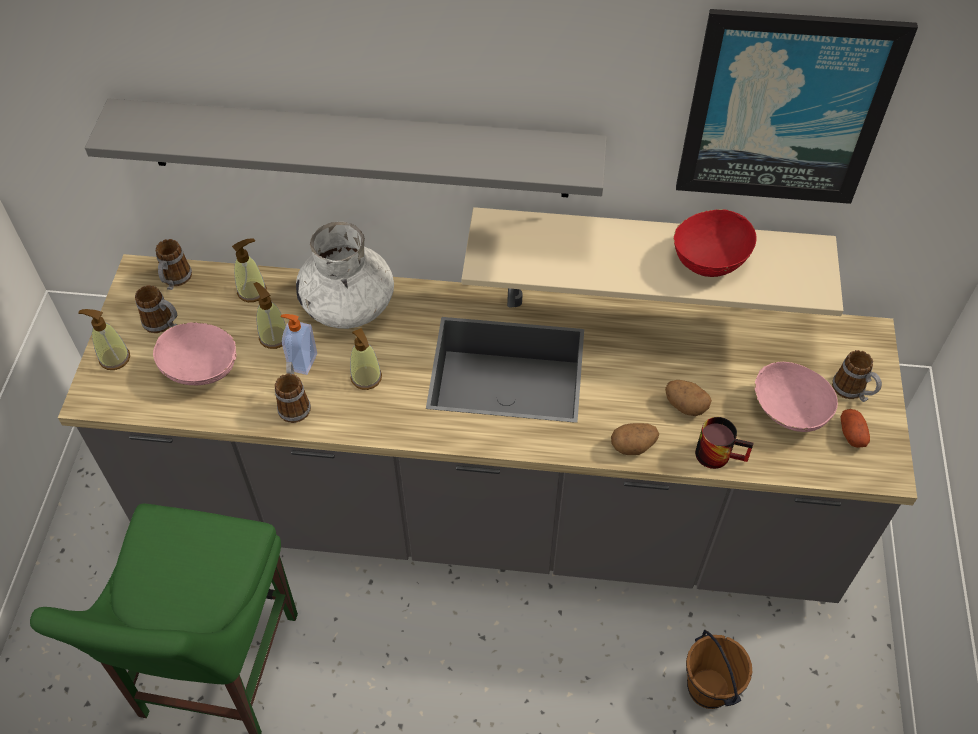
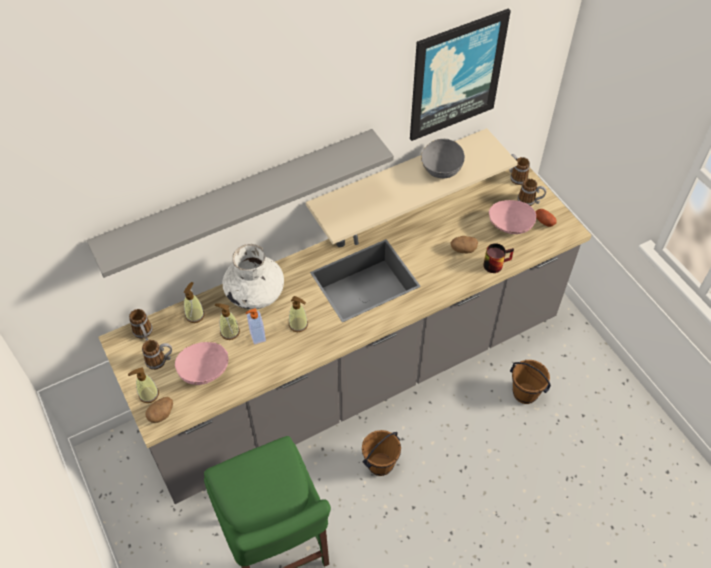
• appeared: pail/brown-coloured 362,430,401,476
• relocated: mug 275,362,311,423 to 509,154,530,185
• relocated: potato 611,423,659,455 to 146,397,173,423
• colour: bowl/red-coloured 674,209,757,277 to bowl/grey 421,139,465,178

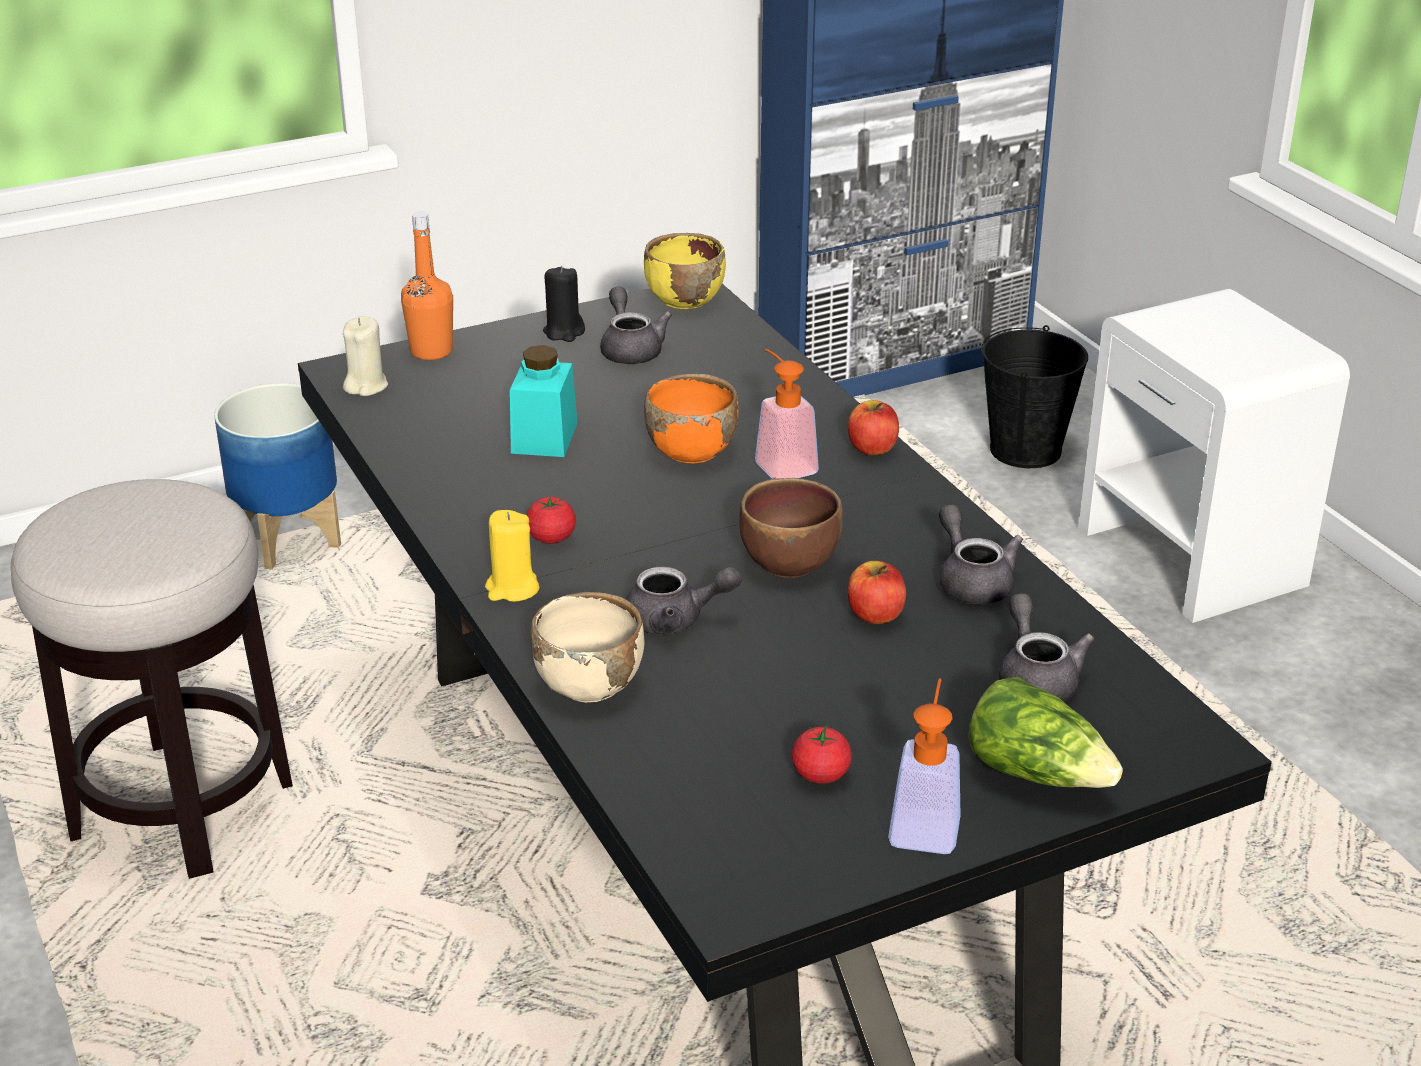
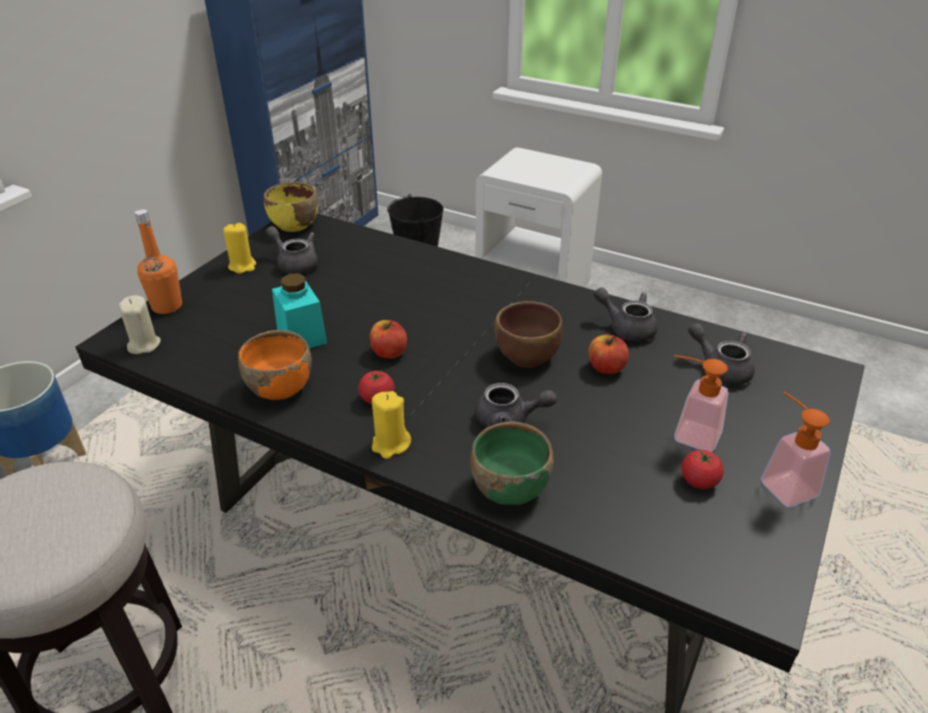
• missing: lettuce 968,677,1123,788
• relocated: bowl/orange 644,374,738,463 to 238,330,312,400
• relocated: liquid soap bottle 755,349,819,479 to 674,355,728,452
• relocated: whole apple 848,400,899,455 to 370,320,407,359
• colour: bowl/beige-coloured 530,592,644,703 to bowl/green 470,421,554,505
• colour: wax light/black-coloured 543,266,585,342 to wax light/yellowish 223,223,256,274
• spun: teapot/grey 626,566,741,635 = 475,383,557,428 45 degrees clockwise

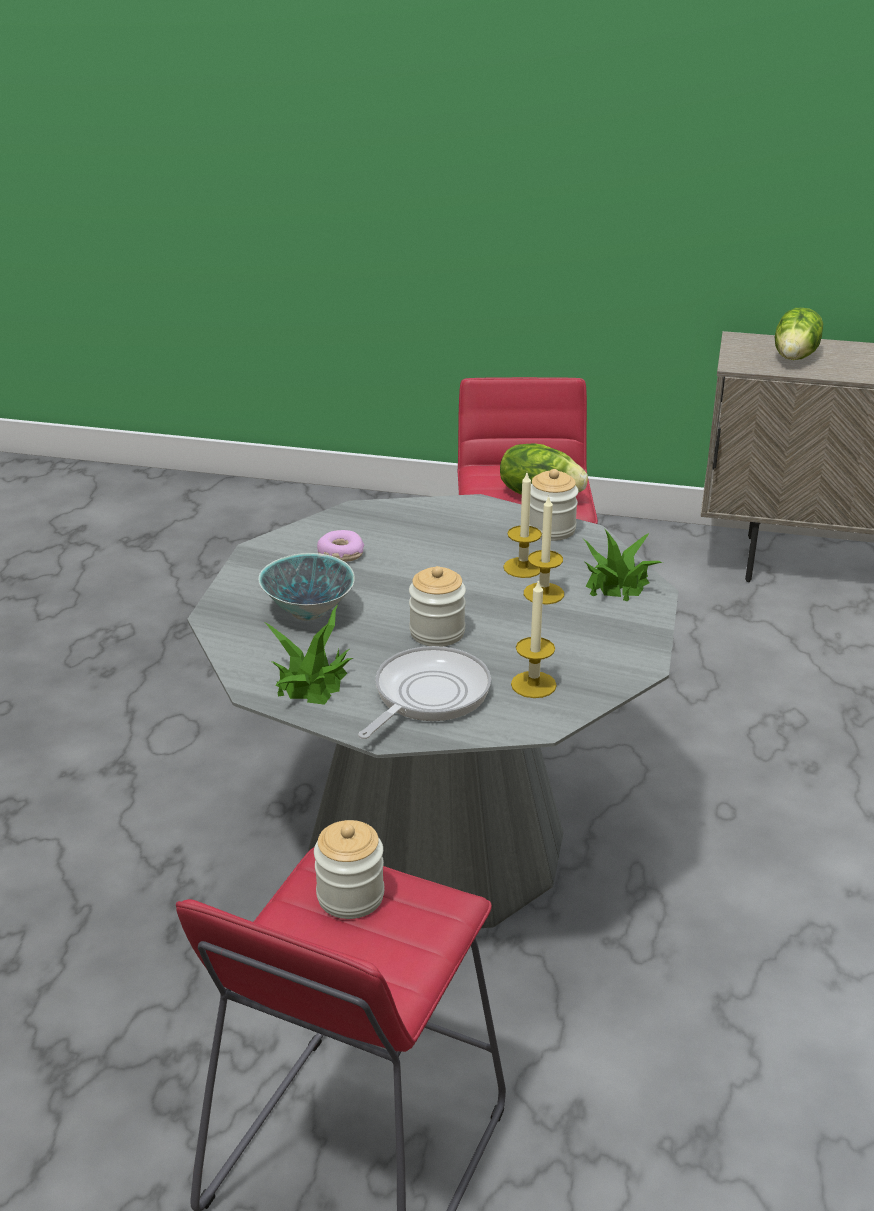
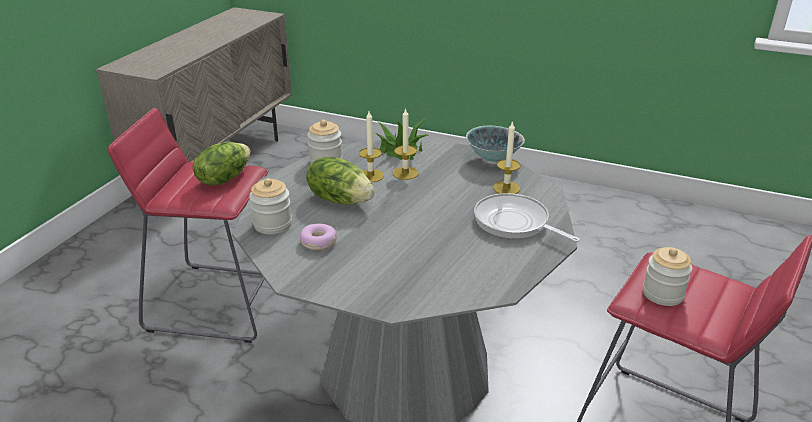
• missing: houseplant 266,605,353,705
• relocated: bowl 258,553,354,621 to 466,126,525,164
• relocated: preserve jar 409,566,466,647 to 249,178,292,234
• relocated: lettuce 775,308,823,360 to 306,157,375,204

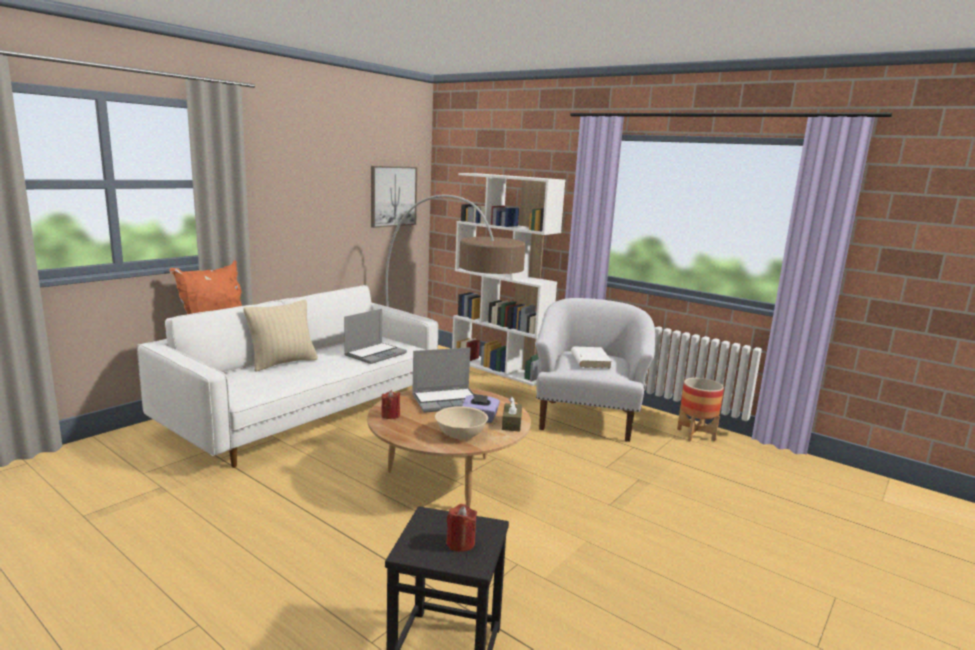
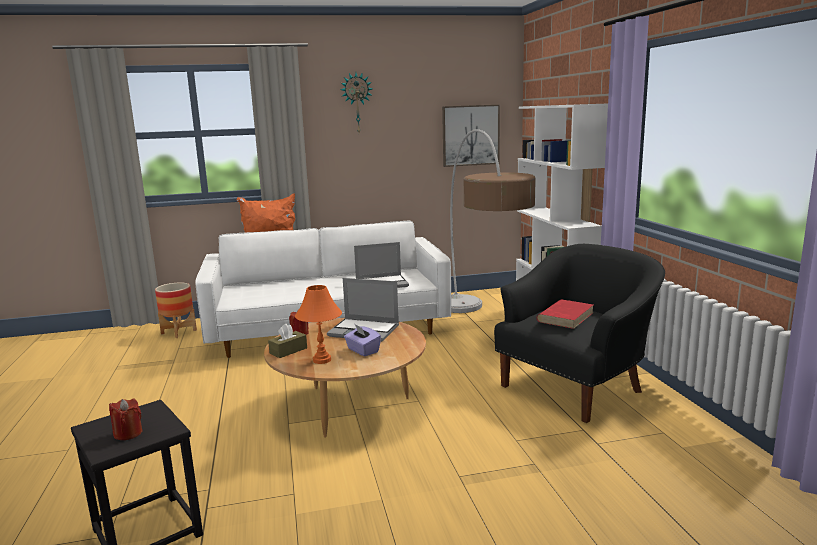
• missing: cushion/beige-coloured 243,300,318,372
• appeared: hanging clock 340,73,372,132
• relocated: tissue box/brown-coloured 502,397,522,432 to 268,323,307,358
• relocated: flower pot 677,378,724,441 to 155,283,197,338
• exchanged: bowl/beige-coloured 435,406,488,439 to tabletop lamp/orange 295,285,342,364
• colour: armchair/white 535,298,655,442 to armchair/black-coloured 494,244,665,423
• colour: book/white 571,347,612,368 to book/red-coloured 537,300,594,329

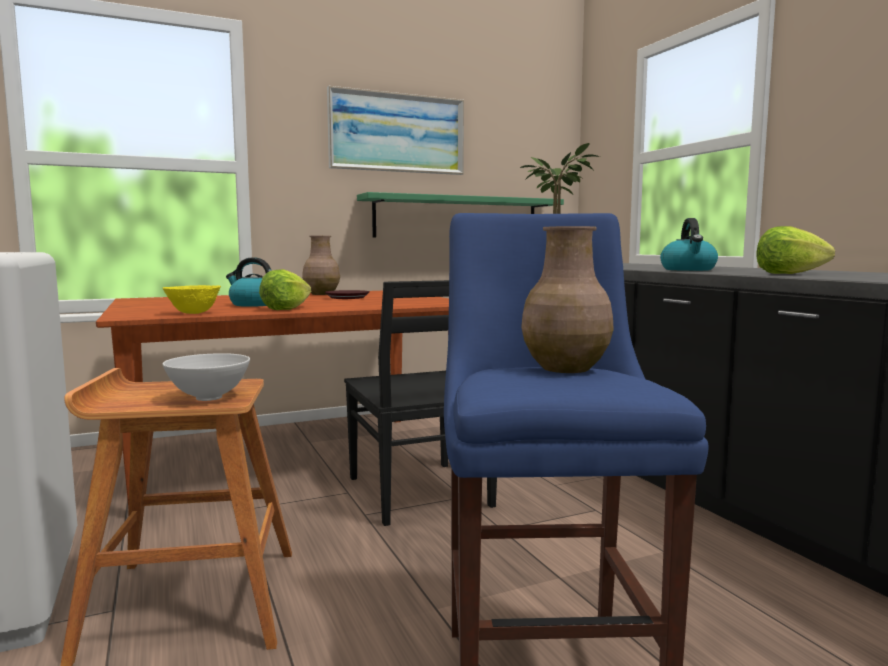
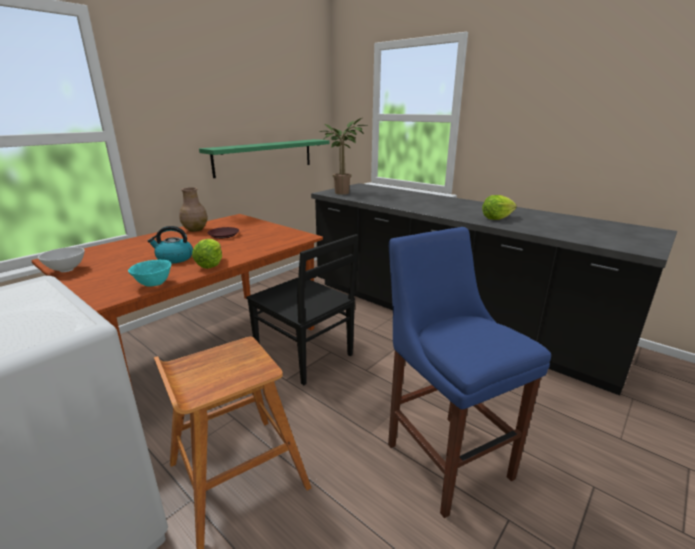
• missing: wall art 327,86,464,175
• missing: decorative vase/brown-coloured 521,226,614,373
• missing: tea kettle 660,218,718,271
• relocated: bowl/white 162,353,250,401 to 38,247,85,272
• colour: bowl/yellowish 163,285,221,314 to bowl/turquoise 128,260,171,287

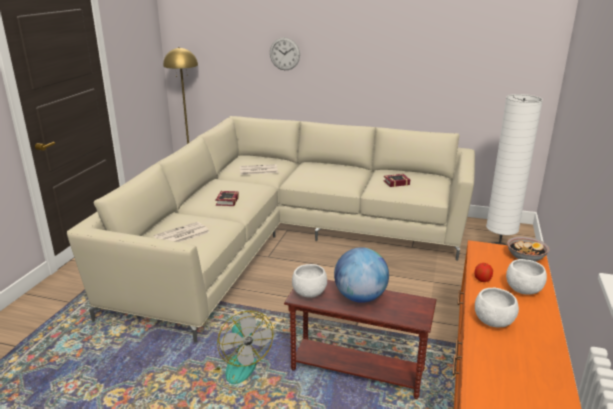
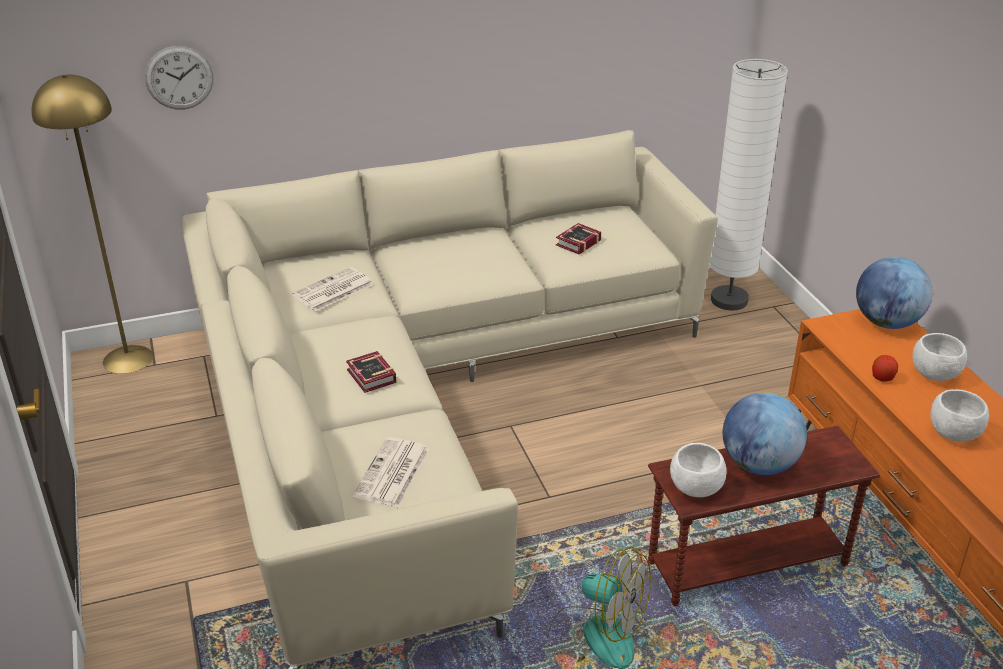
• relocated: hanging clock 270,37,300,70 to 145,46,213,110
• exchanged: bowl 507,237,549,261 to desk globe 856,257,932,329

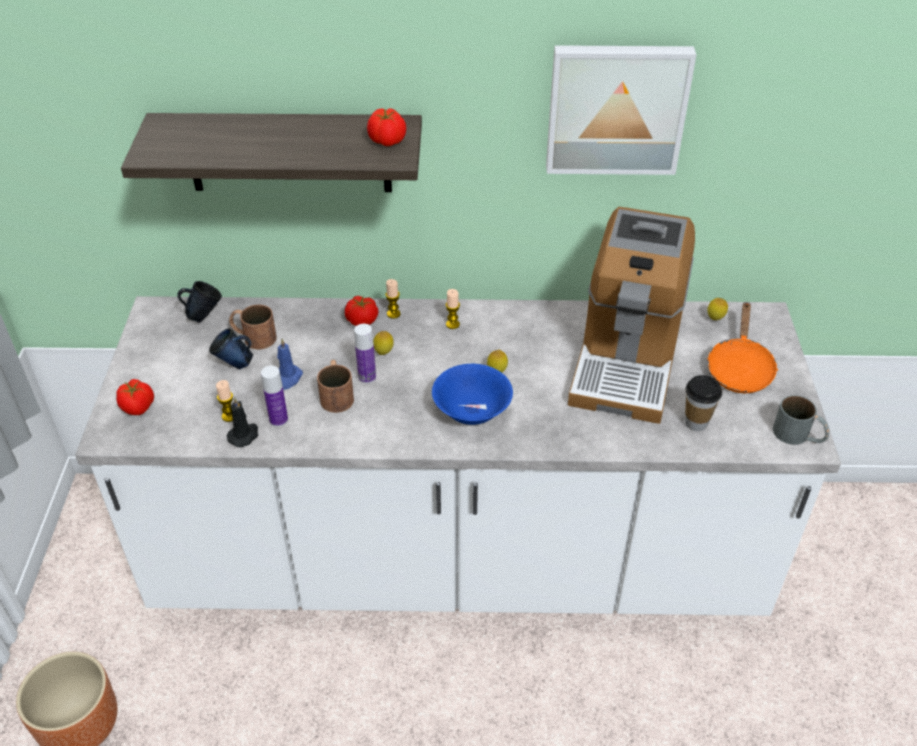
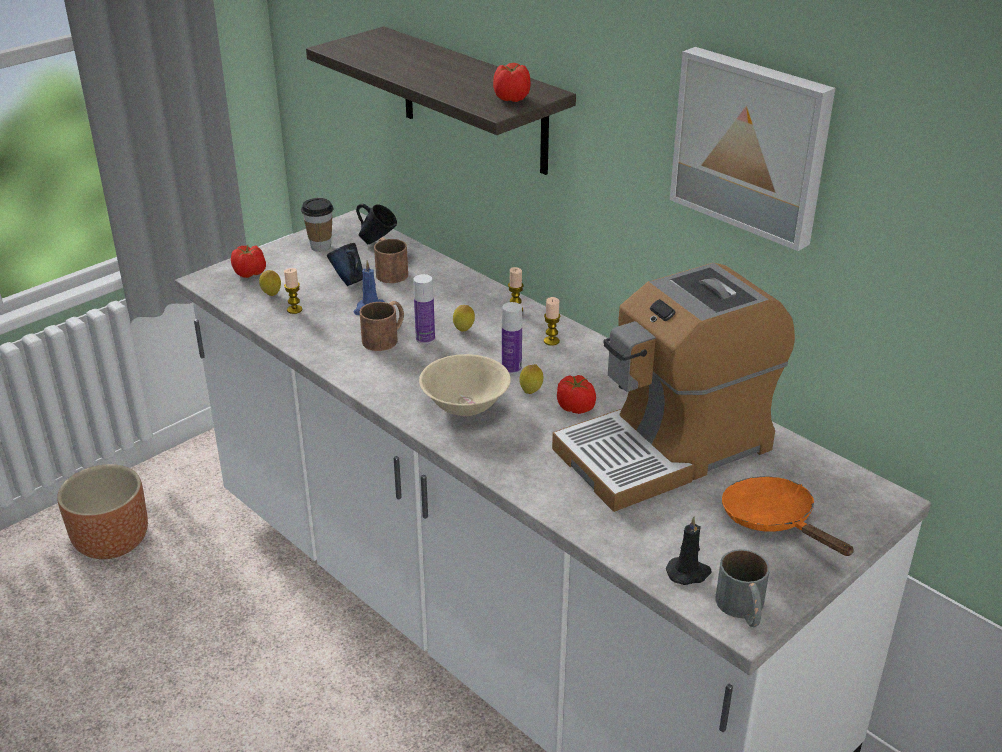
• relocated: wax light/black-coloured 227,397,258,447 to 666,516,711,585
• relocated: bottle 261,366,288,427 to 502,302,522,374
• relocated: tomato 345,296,379,326 to 557,375,596,414
• relocated: drinking cup 685,375,722,431 to 301,198,333,252
• relocated: whole lemon 707,298,728,320 to 259,270,281,296
• colour: bowl/bluish 432,364,513,425 to bowl/beige-coloured 419,354,511,416
• spun: pan/orange 707,302,778,393 = 722,477,854,556 90 degrees clockwise

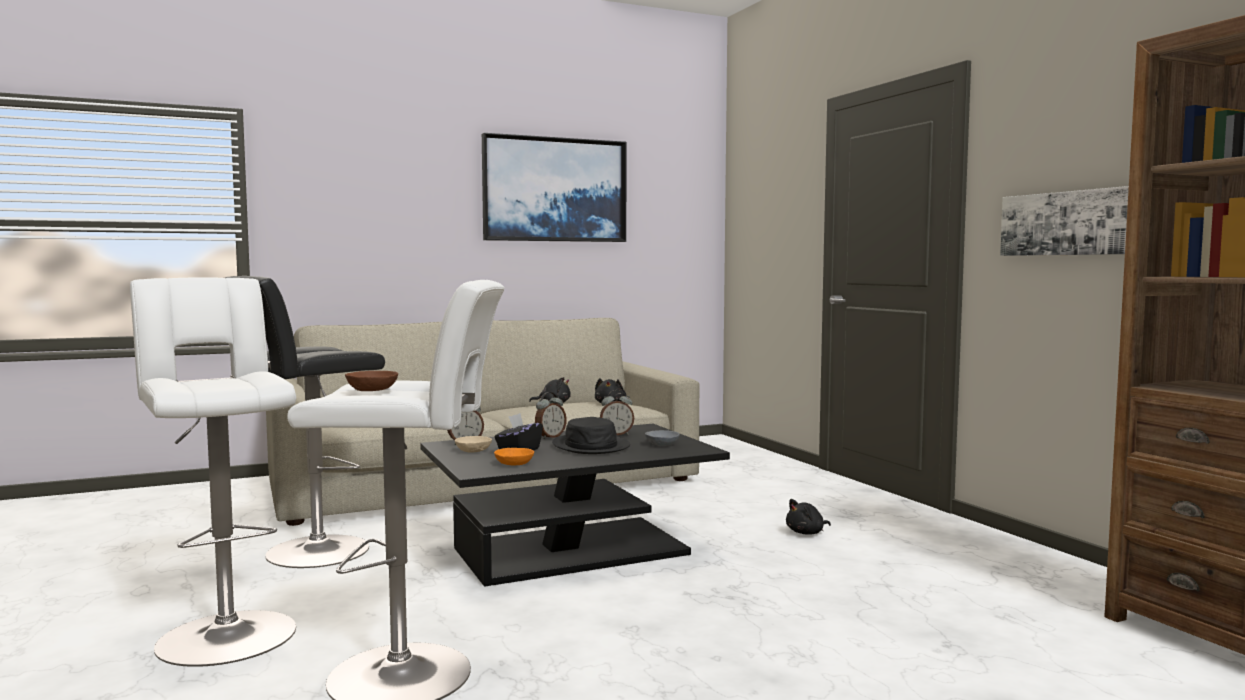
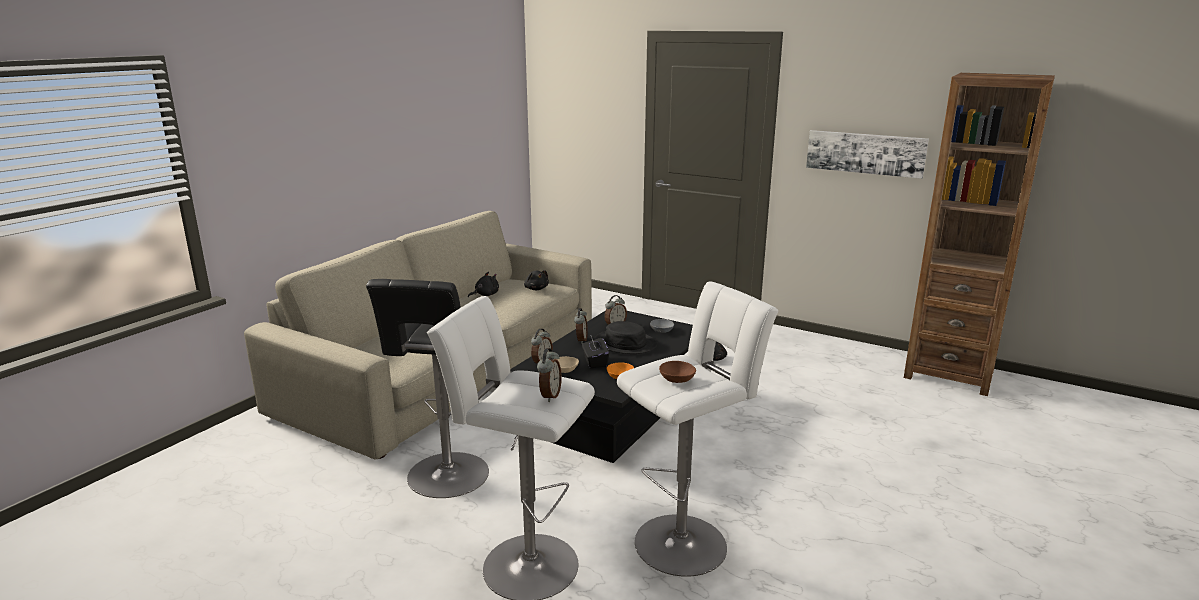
• missing: wall art 482,133,626,242
• appeared: bedside clock 537,348,562,402

